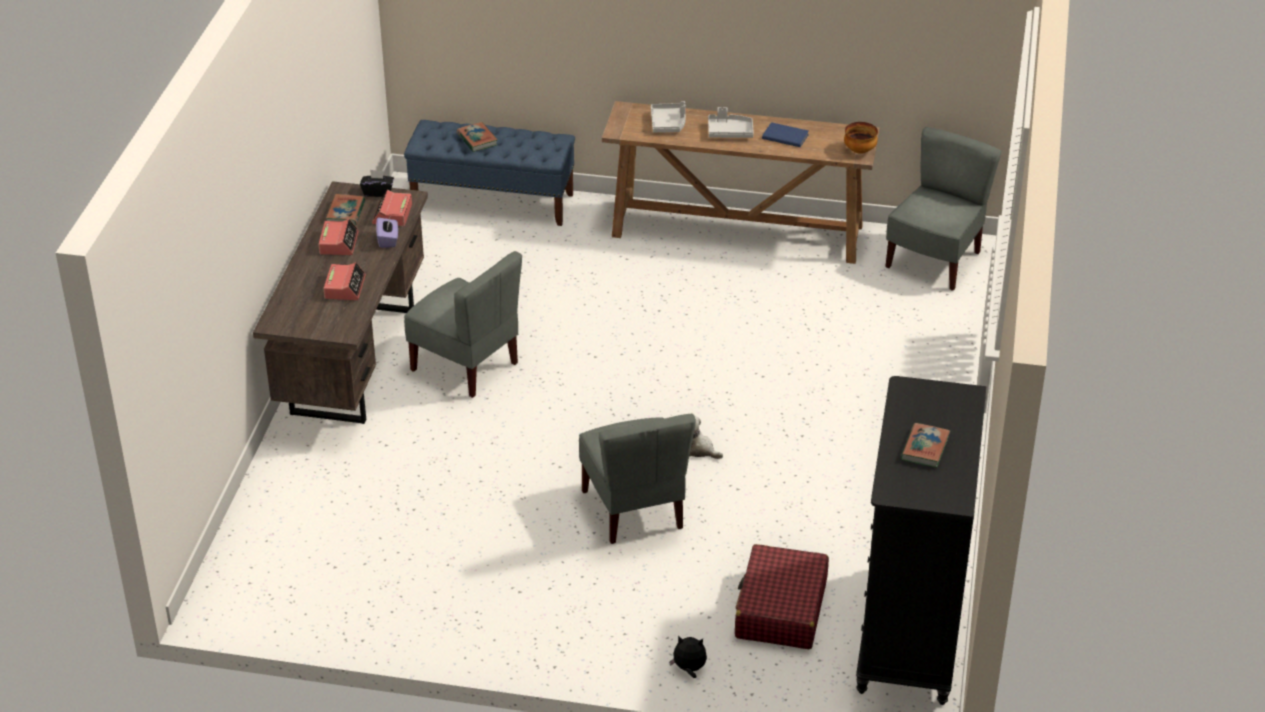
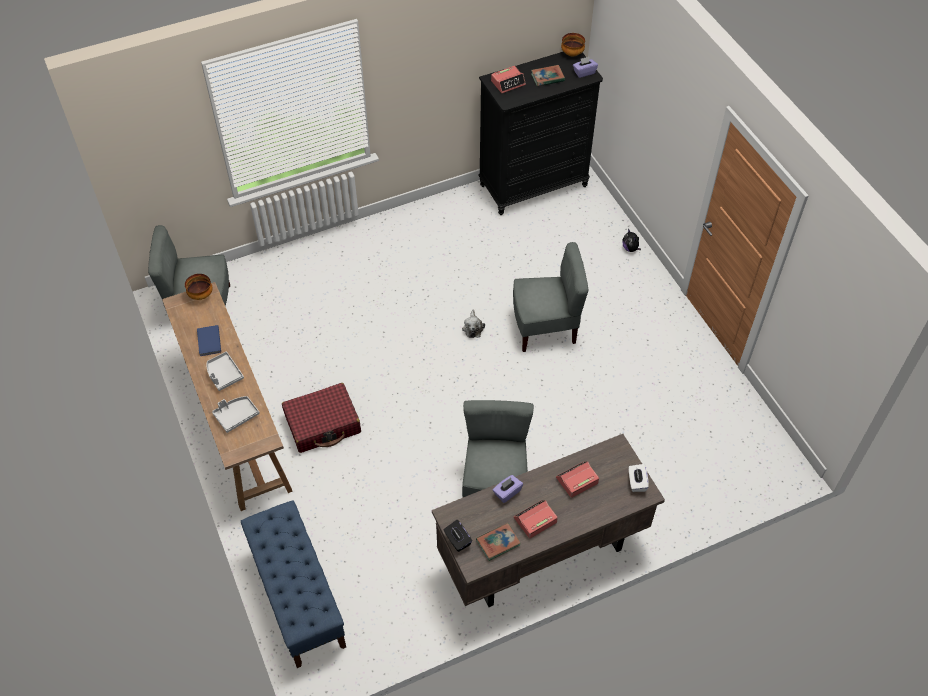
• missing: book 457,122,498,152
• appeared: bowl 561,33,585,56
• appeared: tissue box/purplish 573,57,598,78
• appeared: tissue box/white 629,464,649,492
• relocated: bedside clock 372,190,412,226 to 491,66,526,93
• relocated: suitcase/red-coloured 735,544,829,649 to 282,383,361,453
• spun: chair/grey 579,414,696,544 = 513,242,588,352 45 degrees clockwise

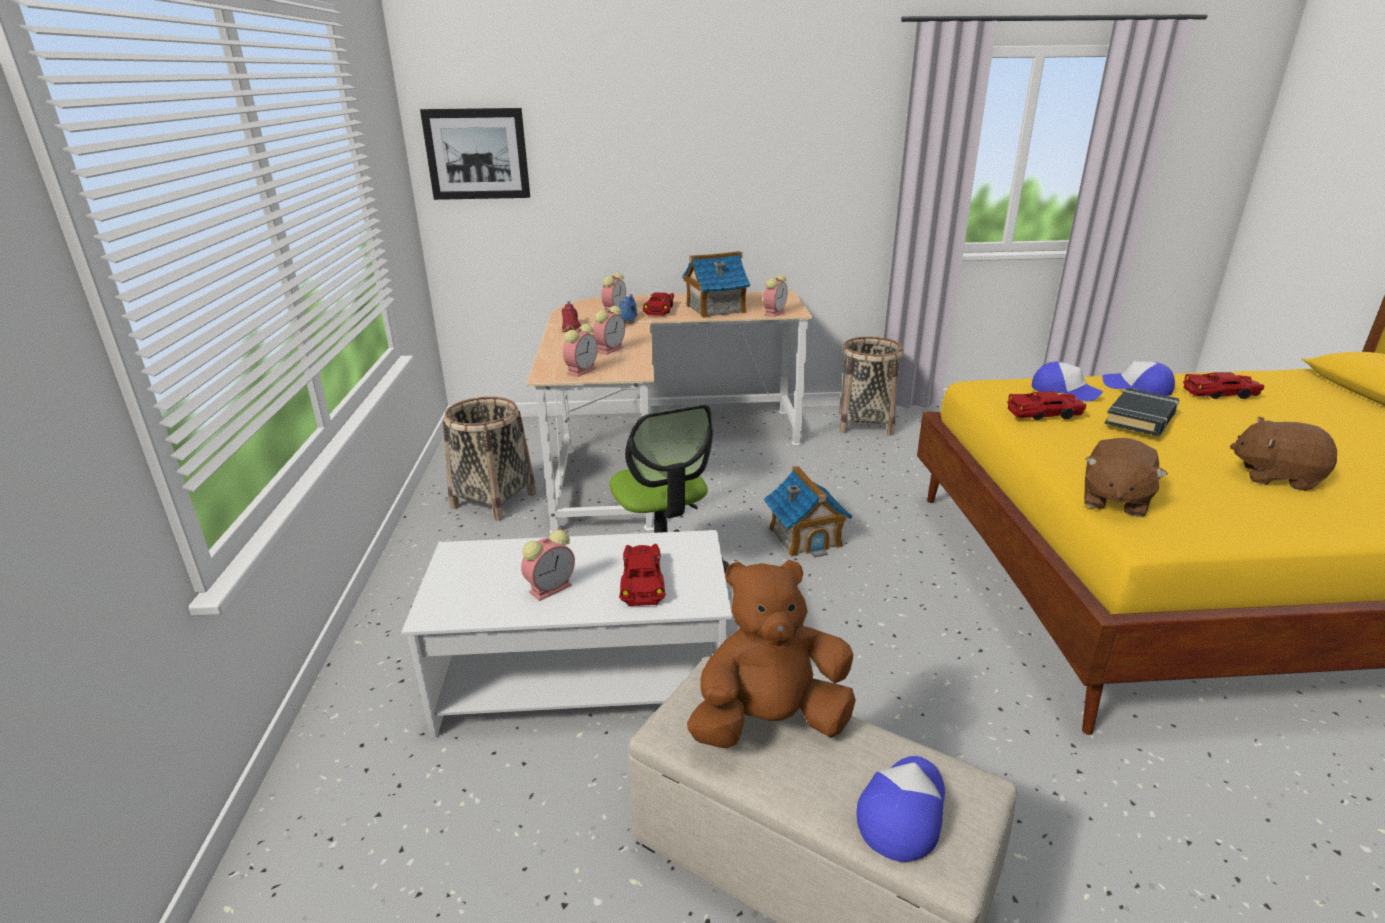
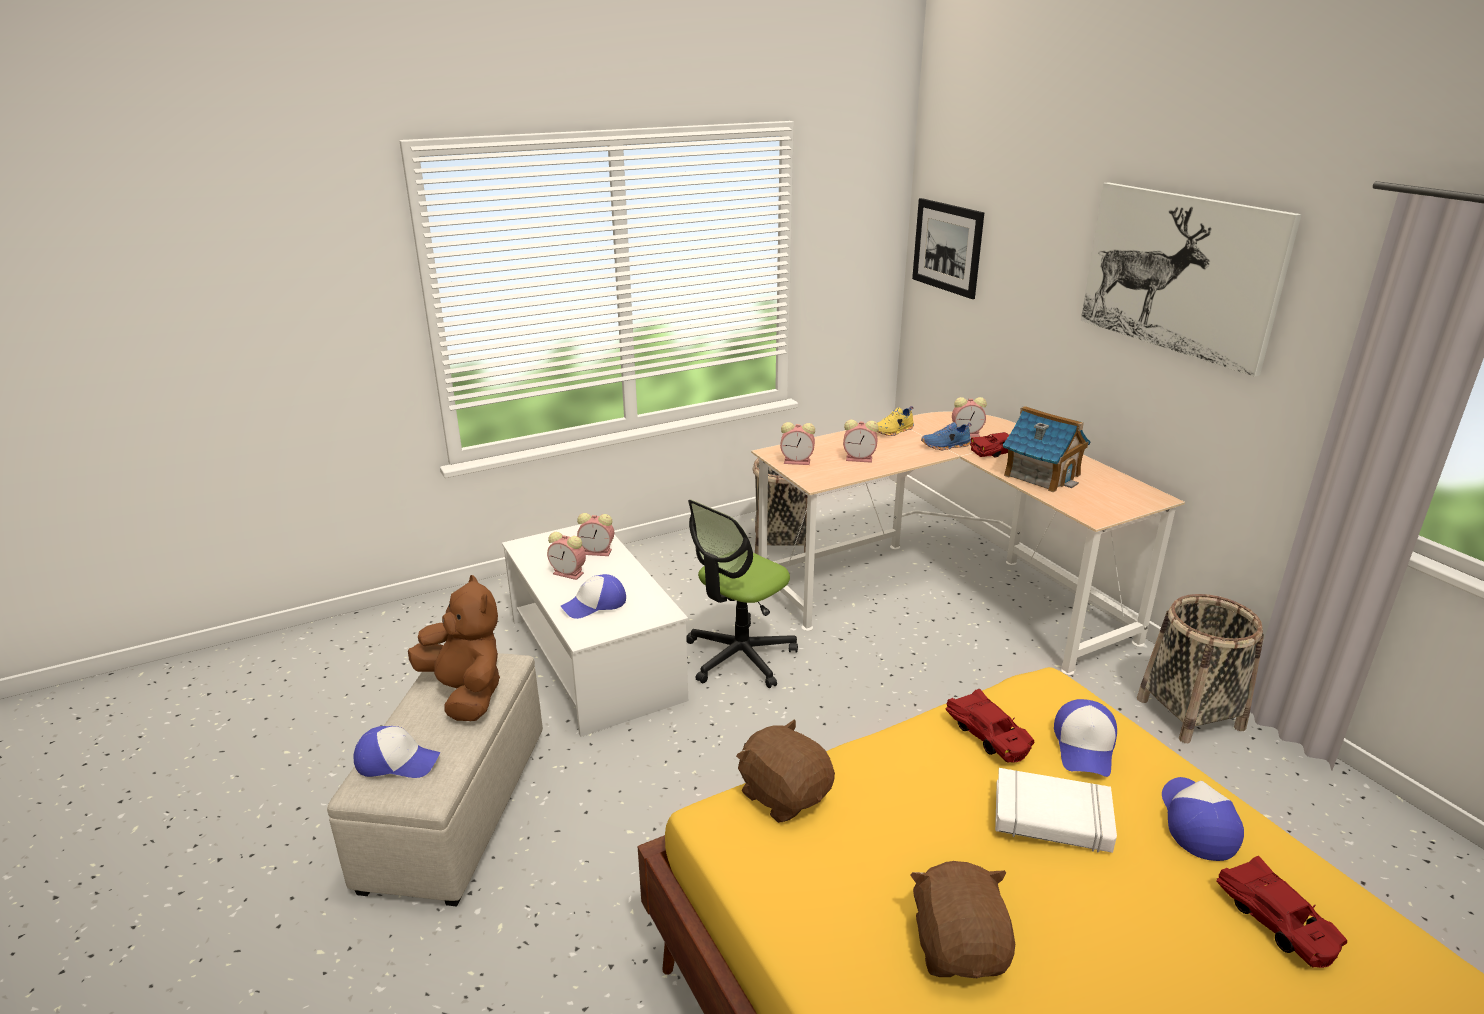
• missing: miniature house 764,466,852,557
• appeared: wall art 1081,182,1302,377
• relocated: bedside clock 763,274,788,317 to 577,513,614,556
• exchanged: toy car/red-coloured 619,544,666,606 to baseball cap 561,574,626,619
• colour: shoe/red-coloured 562,301,581,332 to shoe/yellowish 877,406,914,436
• colour: book/black-coloured 1104,388,1179,436 to book/white 995,768,1117,853
• spun: cuddly toy/brown-coloured 1084,438,1168,517 = 736,719,835,823 45 degrees clockwise

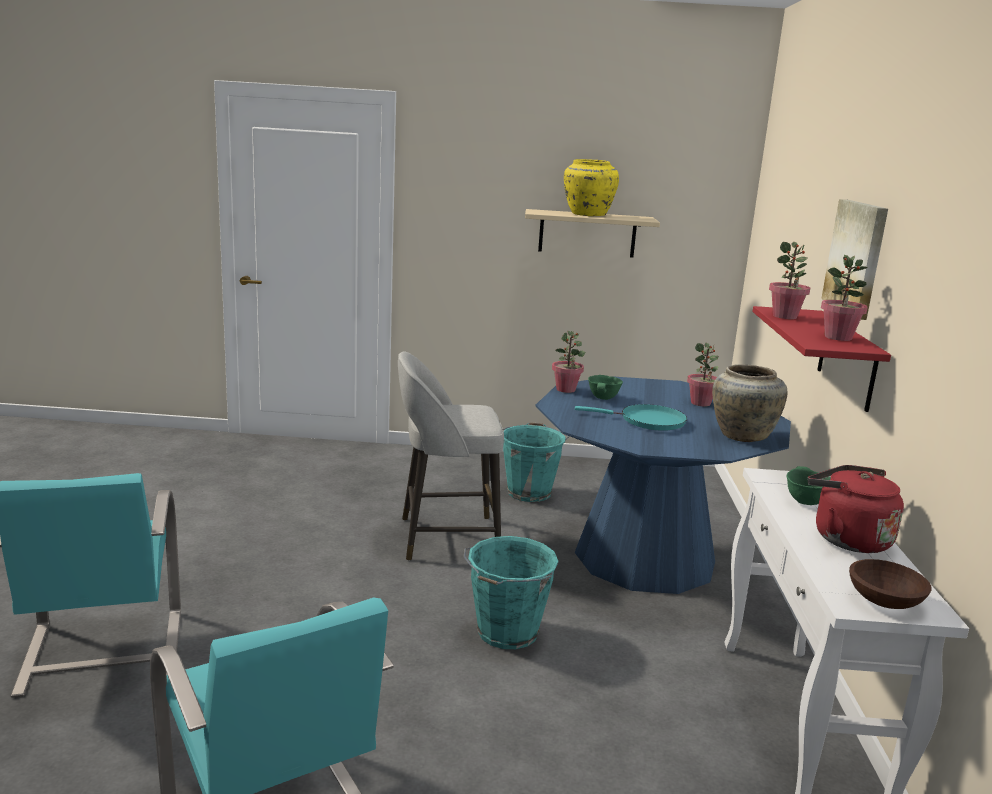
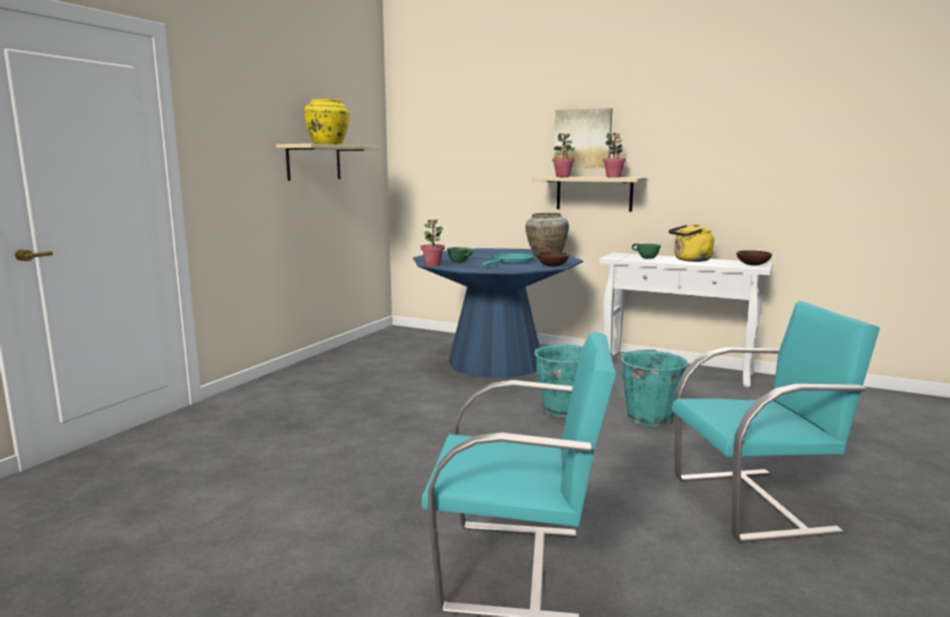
• missing: stool seat/grey 398,352,504,561
• missing: houseplant 687,343,719,406
• appeared: bowl/brown-coloured 537,252,569,267
• relocated: pail/turquoise 503,422,569,502 to 613,350,688,427
• colour: wall shelf/red-coloured 753,306,891,412 to wall shelf/beige-coloured 532,176,647,212
• colour: tea kettle/red-coloured 808,465,904,553 to tea kettle/yellowish 669,224,714,262

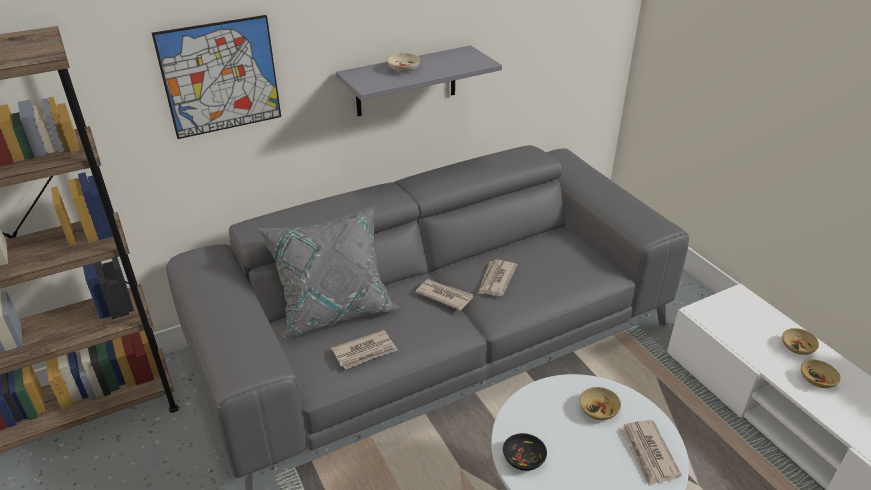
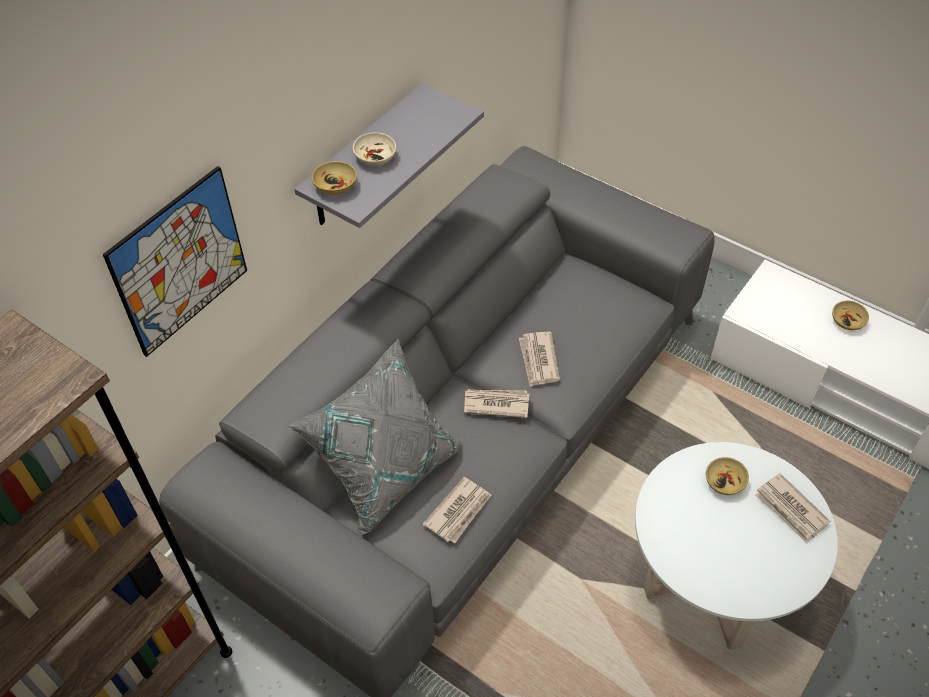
• missing: bowl/black-coloured 503,433,547,471
• relocated: bowl/beige-coloured 801,359,841,388 to 312,161,357,195

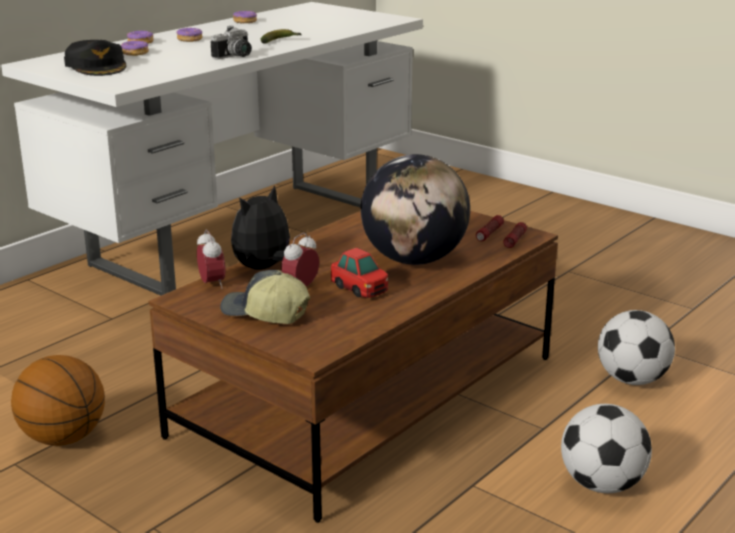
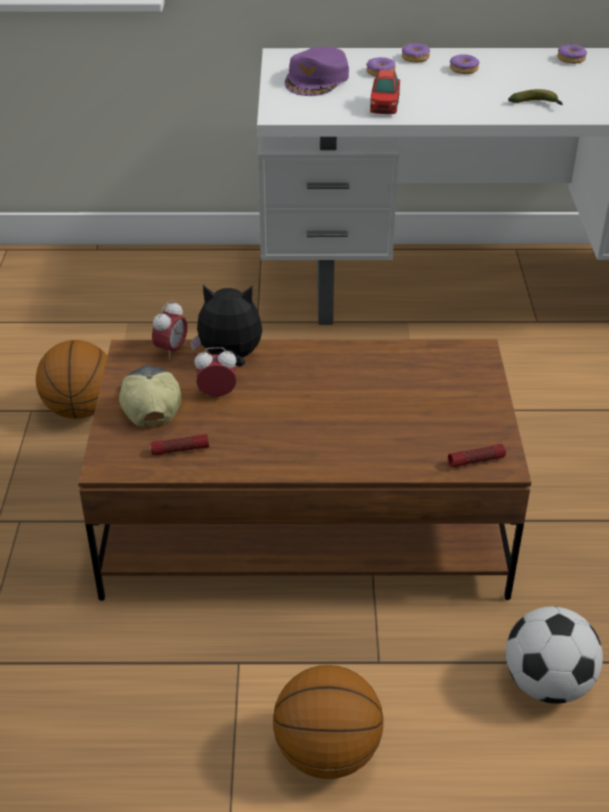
• missing: still camera 211,26,252,59
• missing: desk globe 360,154,470,265
• relocated: toy car 331,248,388,298 to 370,70,400,114
• relocated: flashlight 476,215,504,241 to 150,434,209,455
• exchanged: ball for football 561,404,652,493 to ball for basketball 273,665,384,779
• colour: baseball cap/black-coloured 64,40,127,76 to baseball cap/purplish 285,46,349,96

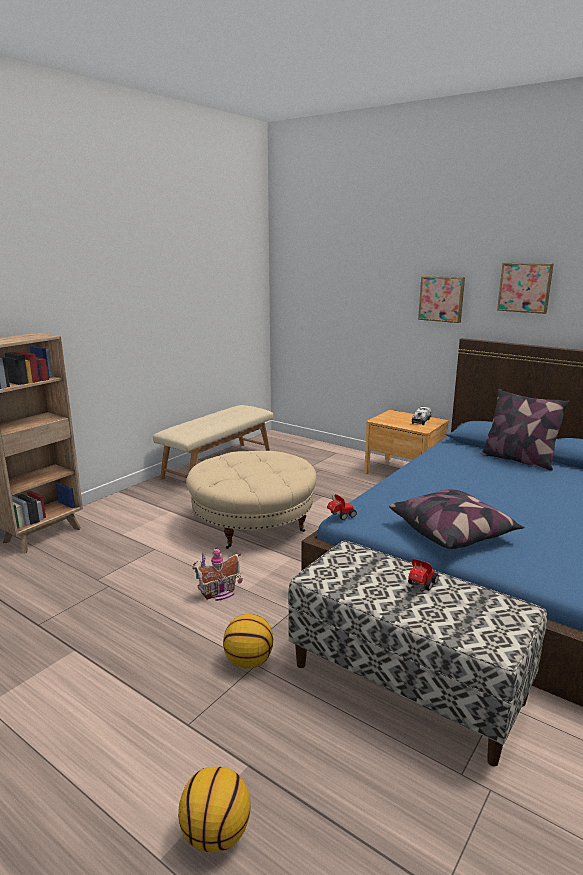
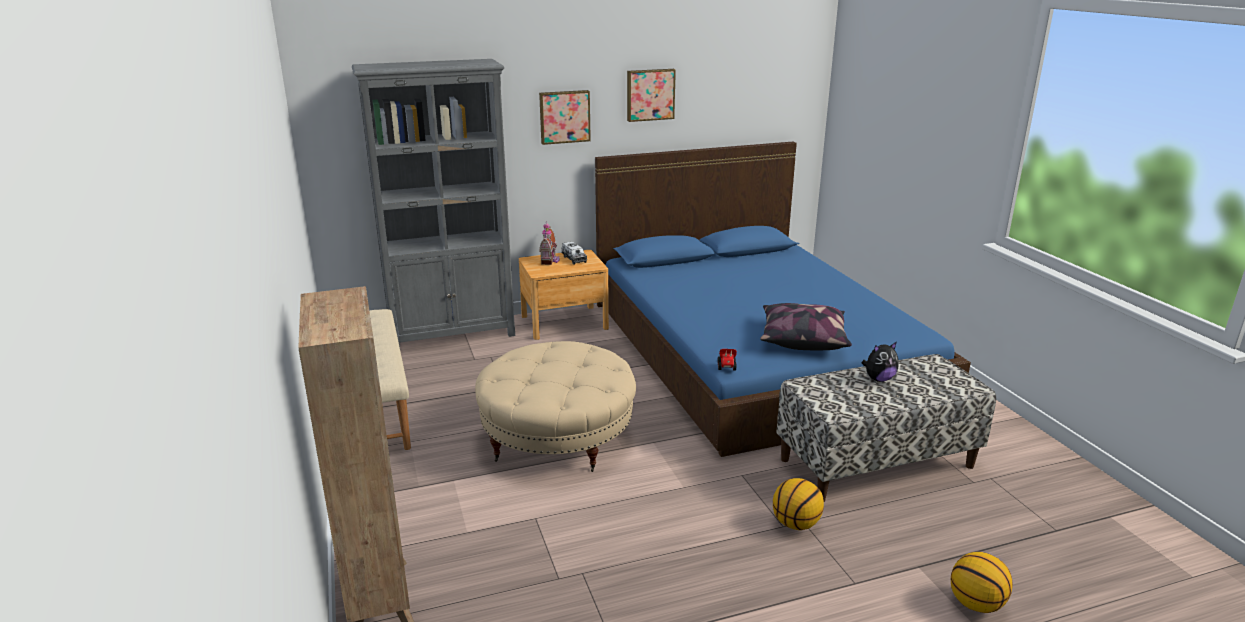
• missing: cushion 481,388,570,471
• appeared: bookshelf/grey 352,59,515,347
• relocated: miniature house 192,546,243,601 to 539,221,560,265
• exchanged: toy car 408,559,439,590 to cuddly toy 862,342,899,382

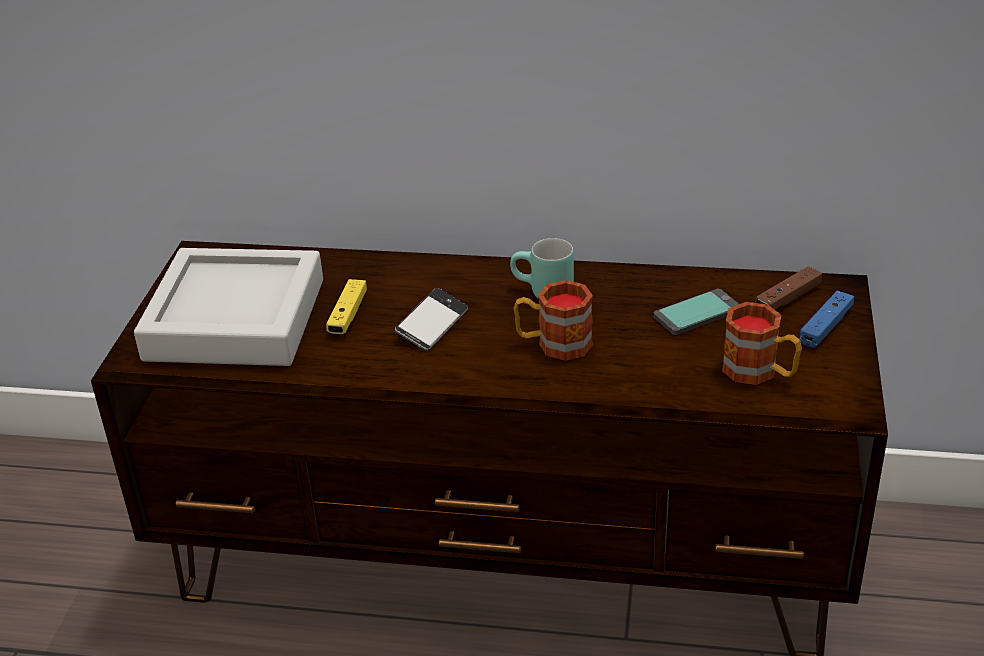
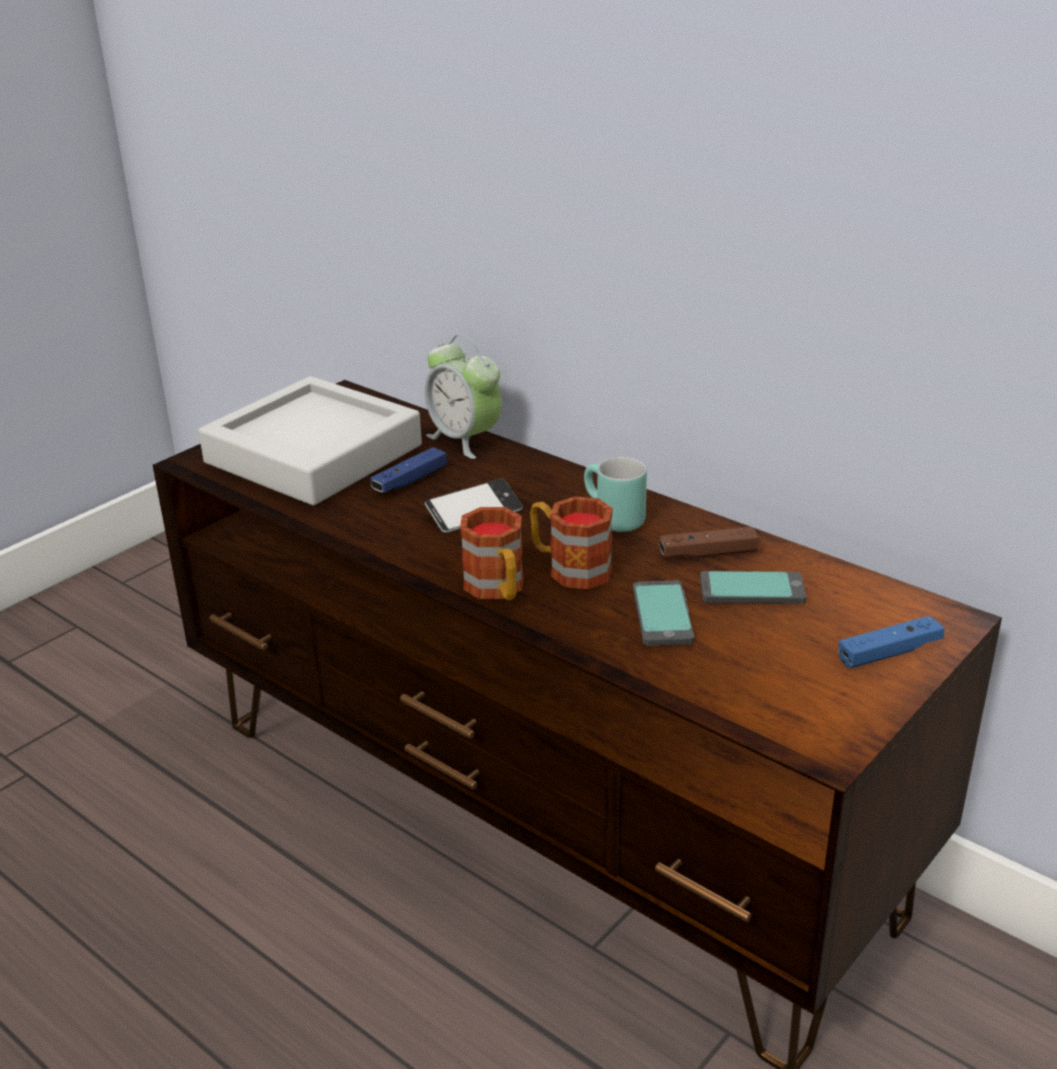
• appeared: bedside clock 425,334,502,459
• appeared: telephone 633,580,694,646
• relocated: mug 722,302,802,385 to 460,507,523,600
• relocated: gamepad/brown-coloured 755,266,822,309 to 659,527,759,558
• colour: gamepad/yellowish 326,279,367,334 to gamepad/bluish 370,447,447,493

